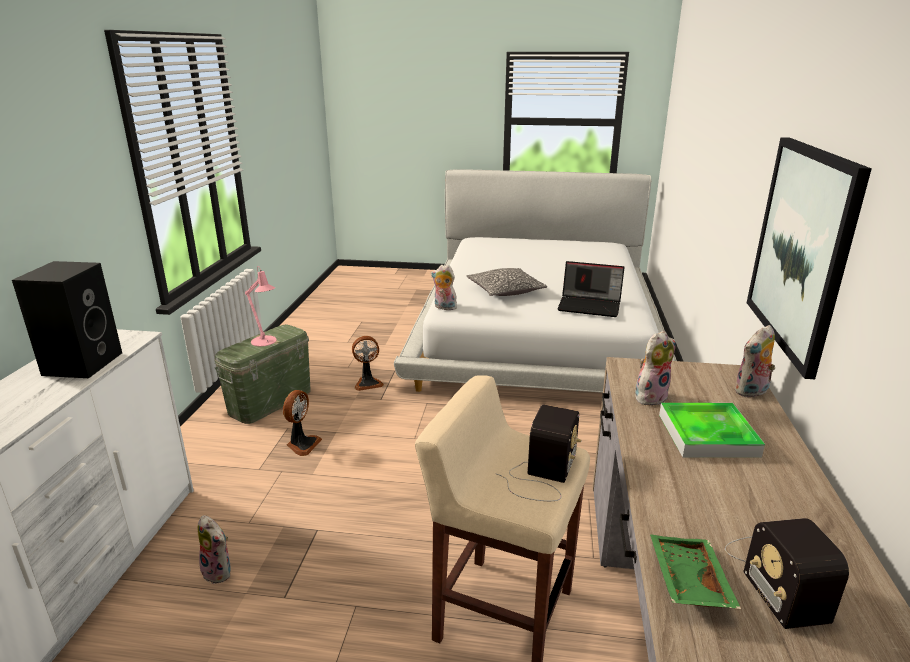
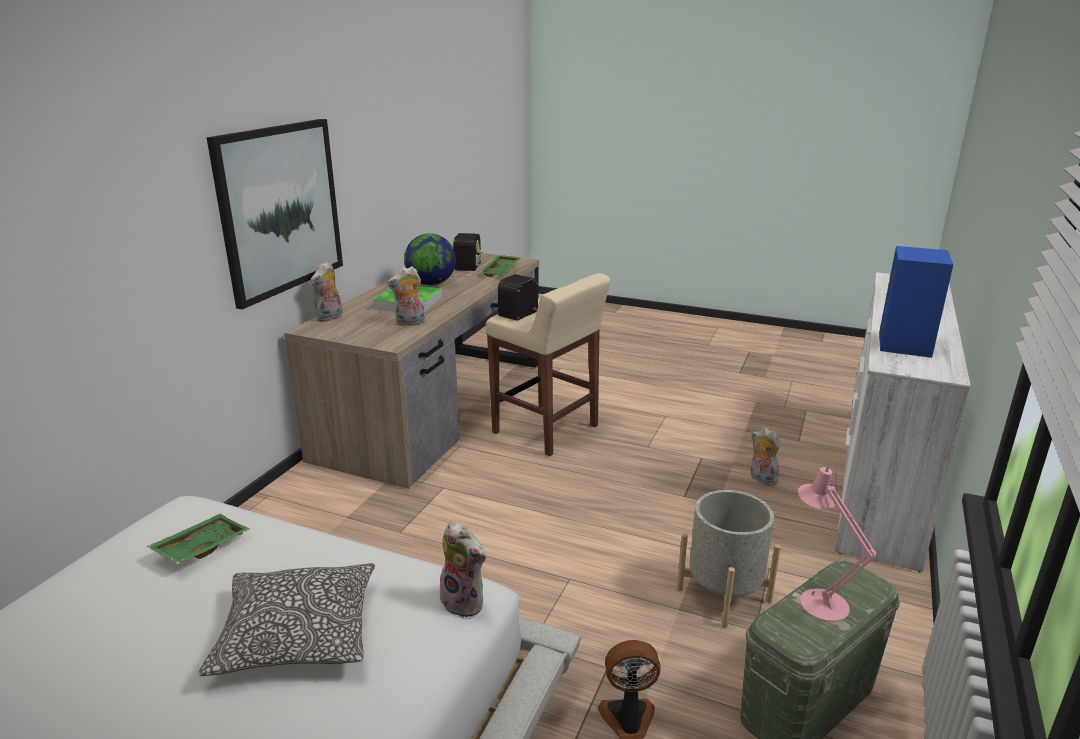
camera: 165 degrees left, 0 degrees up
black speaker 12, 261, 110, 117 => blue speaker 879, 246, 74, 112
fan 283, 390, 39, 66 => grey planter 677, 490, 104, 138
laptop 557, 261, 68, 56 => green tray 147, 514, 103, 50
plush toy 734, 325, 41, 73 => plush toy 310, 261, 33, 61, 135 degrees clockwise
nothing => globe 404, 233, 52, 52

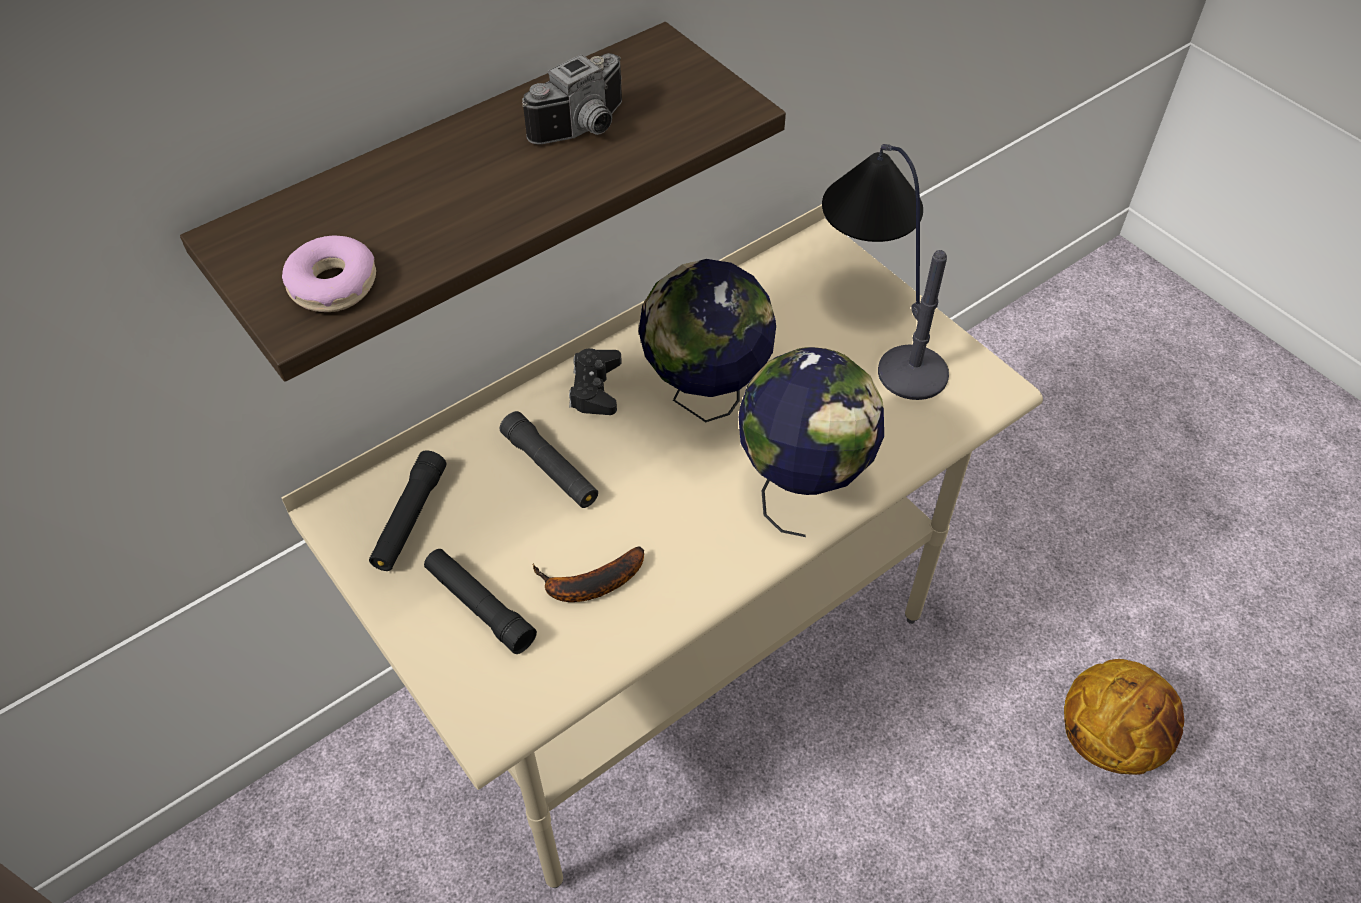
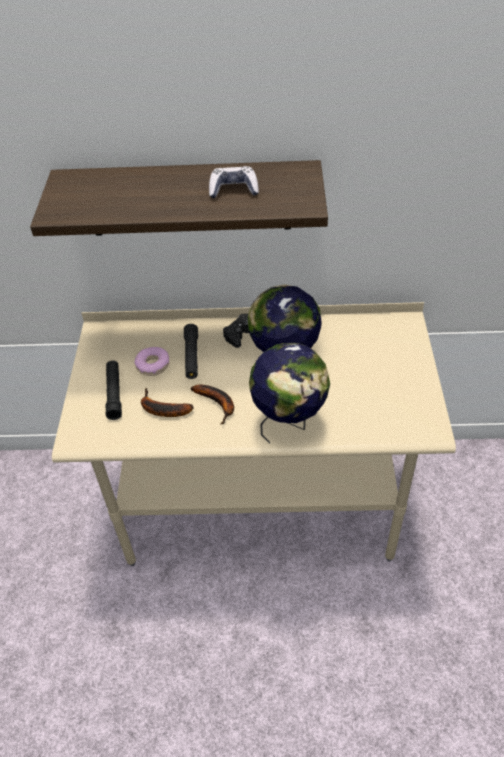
camera: 40 degrees right, 5 degrees down
donut 282, 235, 94, 77 => donut 135, 347, 34, 29, moved
black flashlight 369, 450, 77, 121 => nothing
photo camera 522, 53, 100, 92 => game controller 209, 166, 50, 32
table lamp 822, 144, 127, 256 => nothing
basketball 1064, 659, 120, 116 => nothing
nothing => banana 191, 385, 43, 39

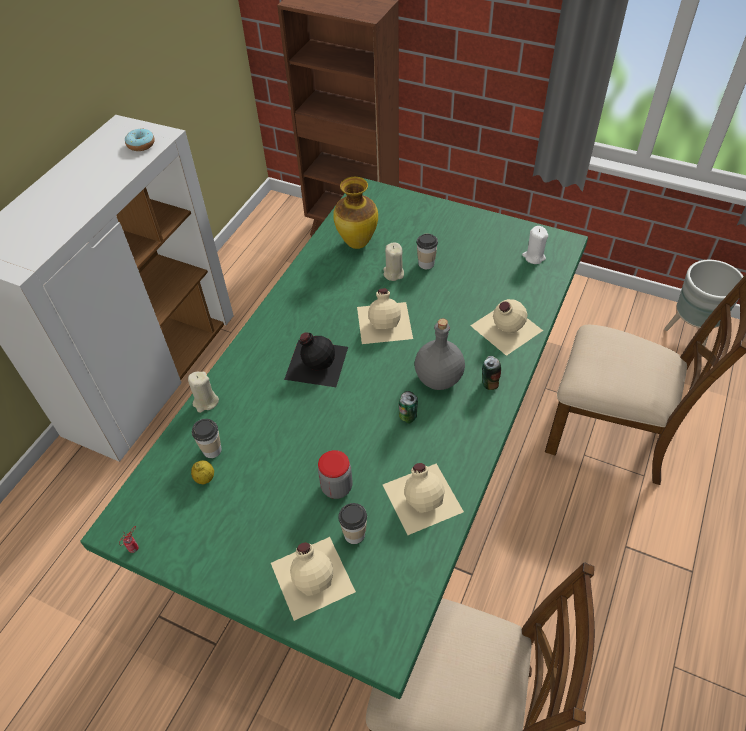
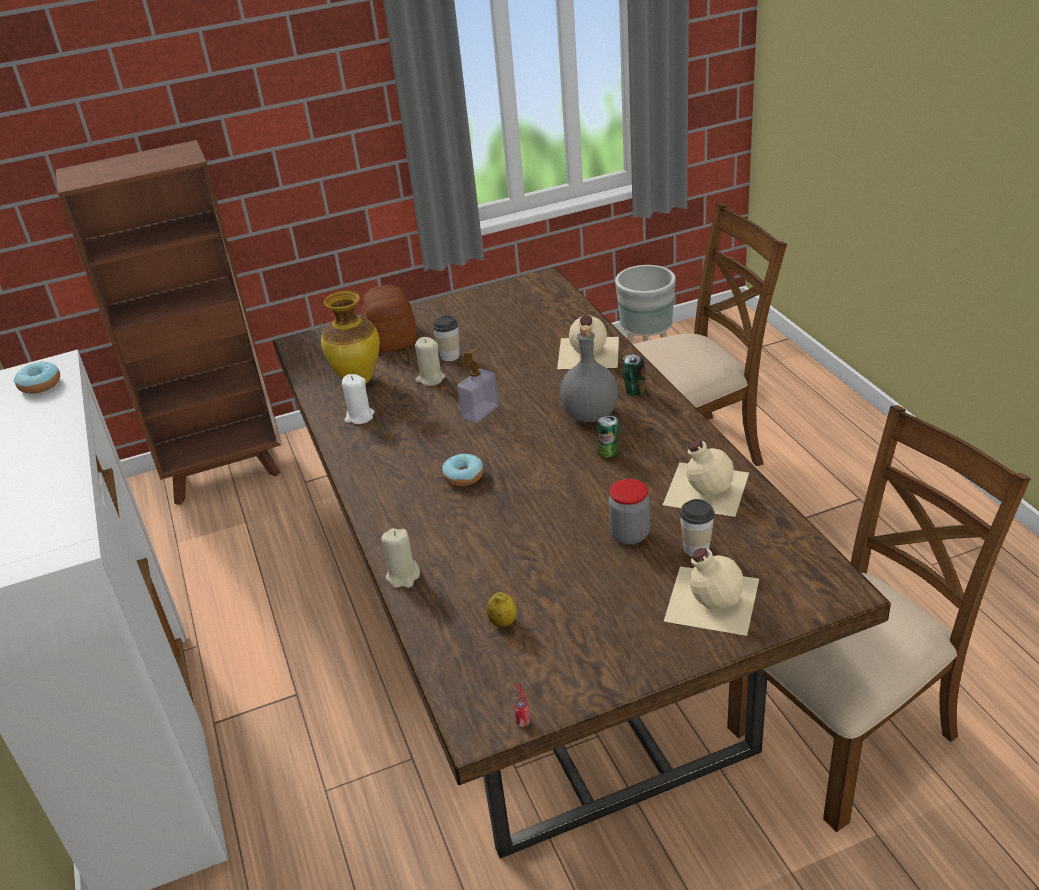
camera: 45 degrees left, 15 degrees down
green dining table 80, 178, 508, 521 => brown dining table 273, 267, 618, 591
cup 192, 419, 30, 39 => nothing
black bottle 284, 332, 64, 55 => donut 442, 453, 42, 33
beige bottle 357, 288, 56, 56 => soap dispenser 457, 349, 42, 74
white candle 522, 226, 26, 38 => white candle 342, 374, 32, 50, moved
nothing => bread 361, 285, 56, 68

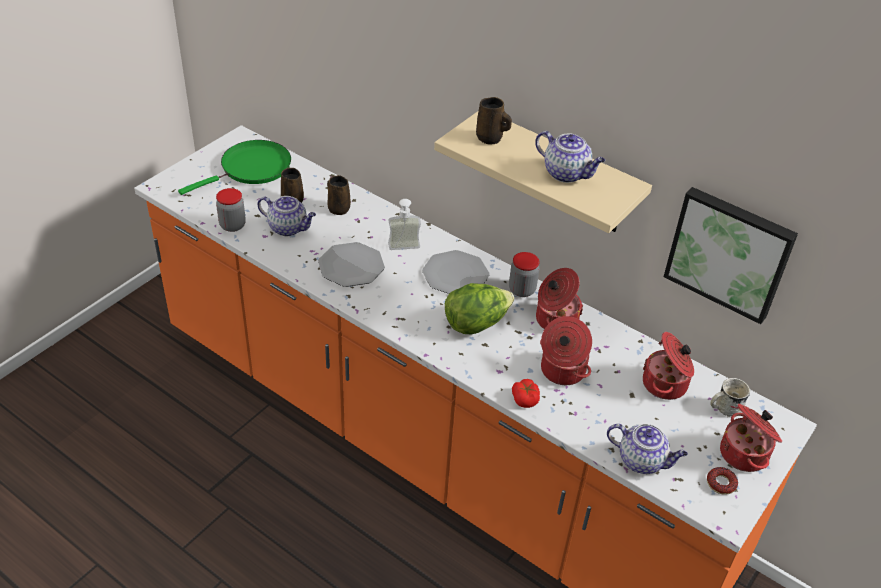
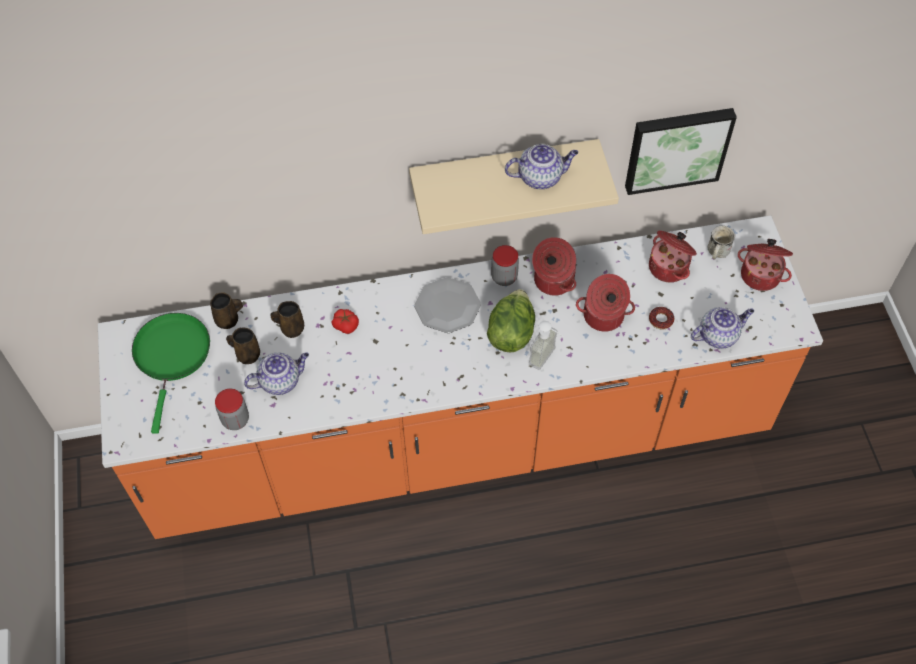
camera: 45 degrees left, 15 degrees up
plate 318, 242, 67, 45 => nothing
soap dispenser 388, 199, 33, 51 => soap dispenser 529, 321, 35, 49, moved
brown mug 476, 97, 36, 48 => brown mug 210, 292, 33, 37, moved
tomato 512, 379, 28, 29 => tomato 331, 309, 28, 25, moved
donut 707, 467, 31, 28 => donut 649, 307, 25, 22, moved

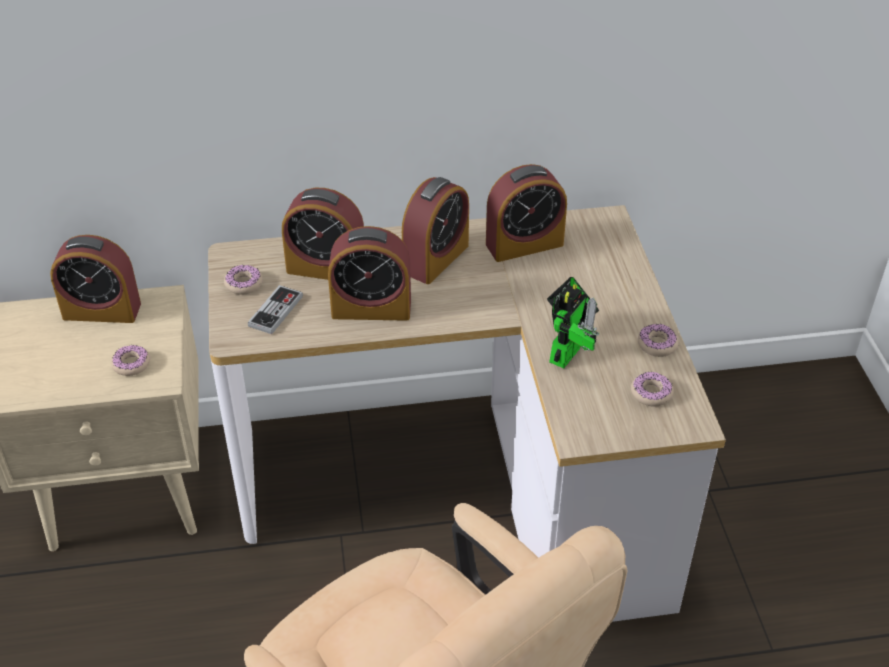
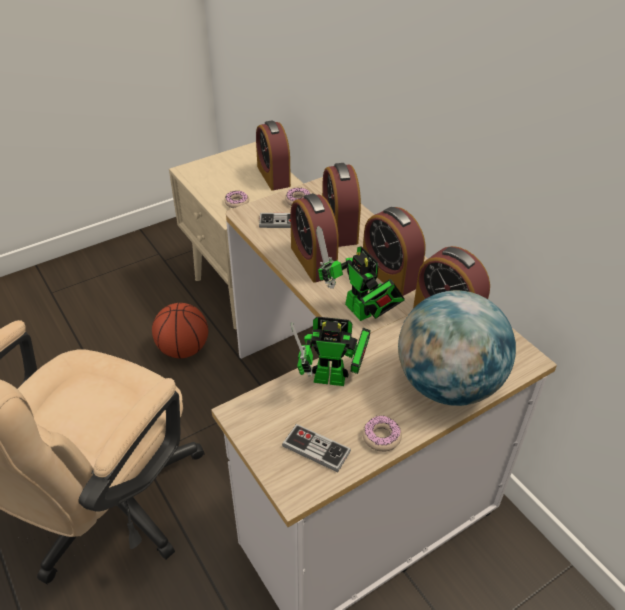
camera: 65 degrees right, 0 degrees up
alarm clock 402, 177, 67, 107 => alarm clock 363, 207, 63, 89, 45 degrees clockwise
donut 631, 371, 43, 35 => game controller 282, 424, 69, 48
nothing => basketball 152, 303, 56, 56
nothing => toy robot 316, 226, 89, 95
nothing => globe 398, 290, 118, 116

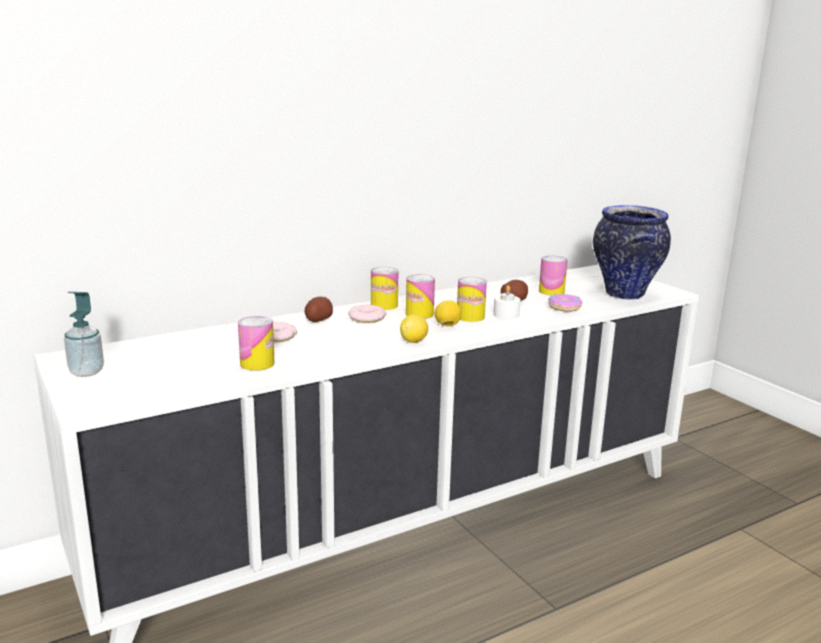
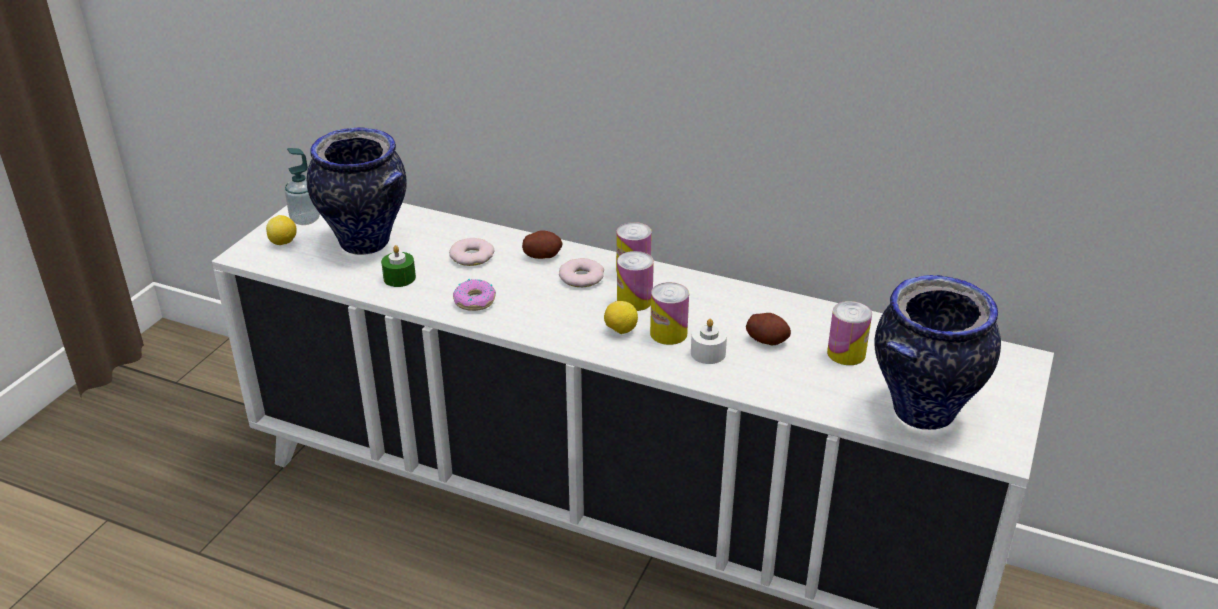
camera: 55 degrees right, 15 degrees up
can 238, 316, 37, 55 => green candle 381, 245, 35, 42
lemon 400, 314, 28, 29 => lemon 266, 215, 31, 30, moved
donut 548, 294, 35, 18 => donut 453, 279, 43, 32, moved
nothing => vase 307, 128, 100, 127

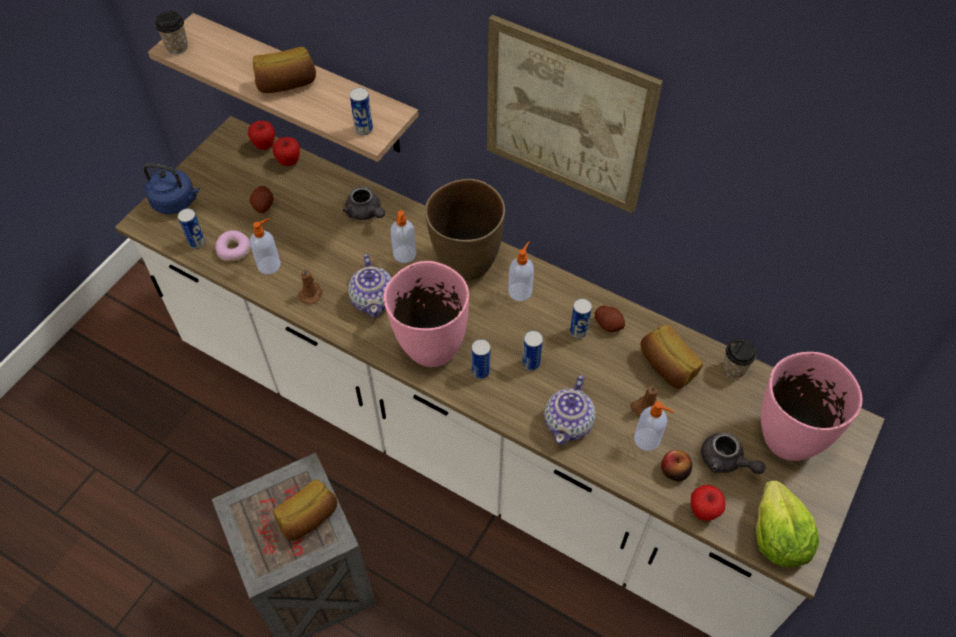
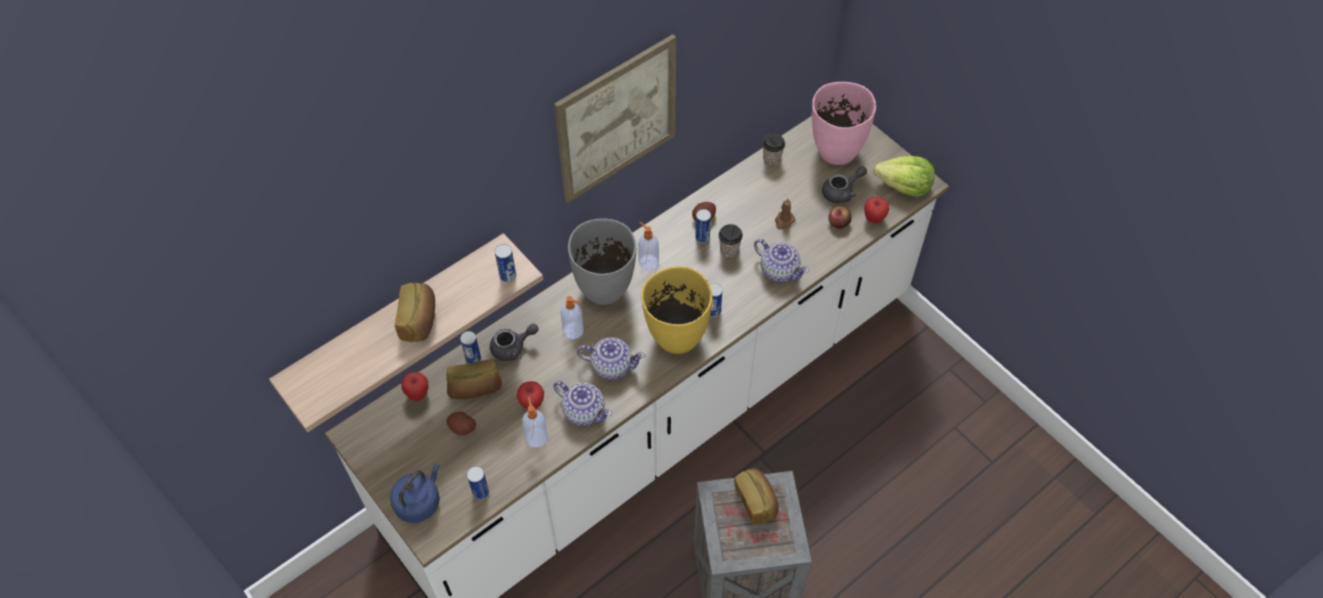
camera: 70 degrees left, 0 degrees up
cup 155, 11, 33, 43 => cup 718, 224, 25, 33, moved
donut 215, 230, 36, 31 => nothing
apple 248, 121, 27, 29 => apple 517, 381, 27, 28, moved
brown candle 298, 268, 25, 36 => teapot 553, 381, 59, 45
pink vase 384, 261, 85, 106 => yellow vase 641, 266, 72, 88
brown vase 425, 179, 80, 102 => grey vase 568, 218, 69, 87
can 522, 331, 21, 40 => can 460, 331, 21, 33, moved
soap dispenser 634, 401, 40, 50 => nothing
bread 640, 324, 63, 65 => bread 446, 359, 56, 40, moved

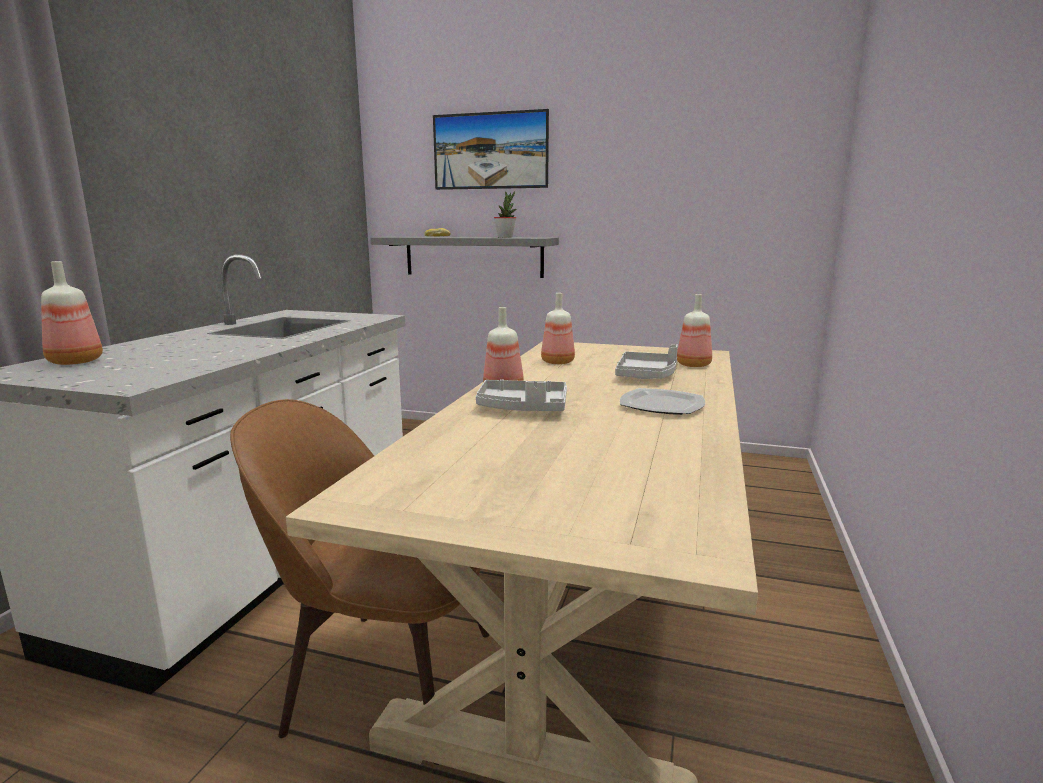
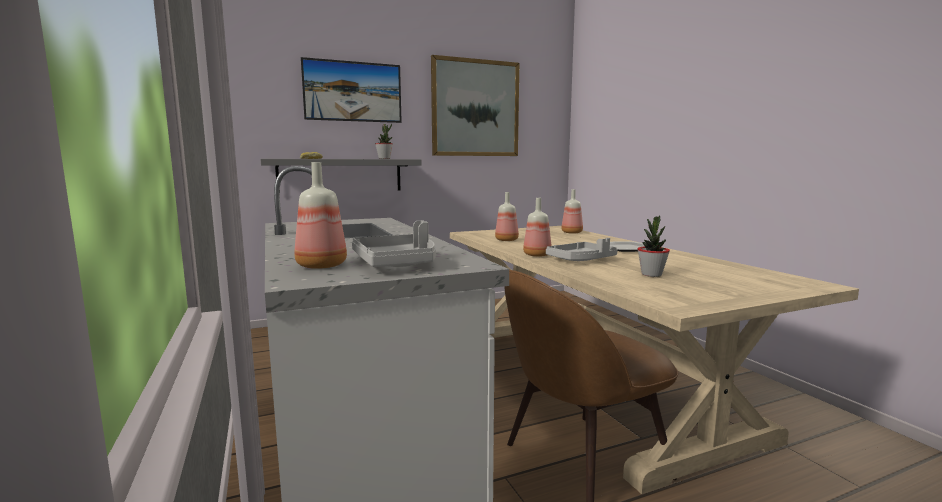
camera: 40 degrees left, 5 degrees down
grey tray 615, 344, 63, 35 => grey tray 352, 220, 84, 47, moved
nothing => picture 431, 55, 88, 101
nothing => potted plant 638, 215, 32, 62

